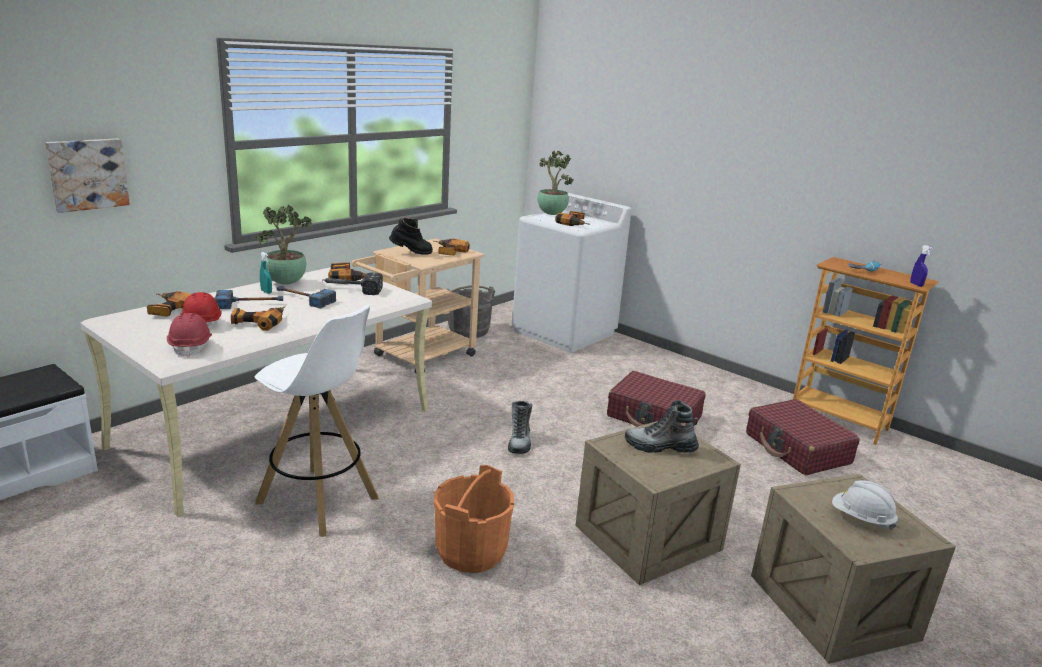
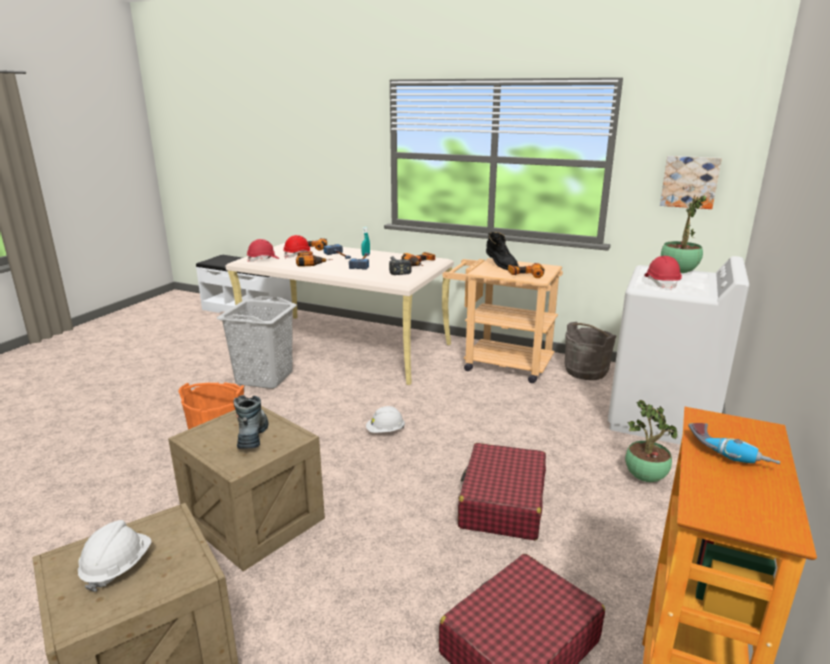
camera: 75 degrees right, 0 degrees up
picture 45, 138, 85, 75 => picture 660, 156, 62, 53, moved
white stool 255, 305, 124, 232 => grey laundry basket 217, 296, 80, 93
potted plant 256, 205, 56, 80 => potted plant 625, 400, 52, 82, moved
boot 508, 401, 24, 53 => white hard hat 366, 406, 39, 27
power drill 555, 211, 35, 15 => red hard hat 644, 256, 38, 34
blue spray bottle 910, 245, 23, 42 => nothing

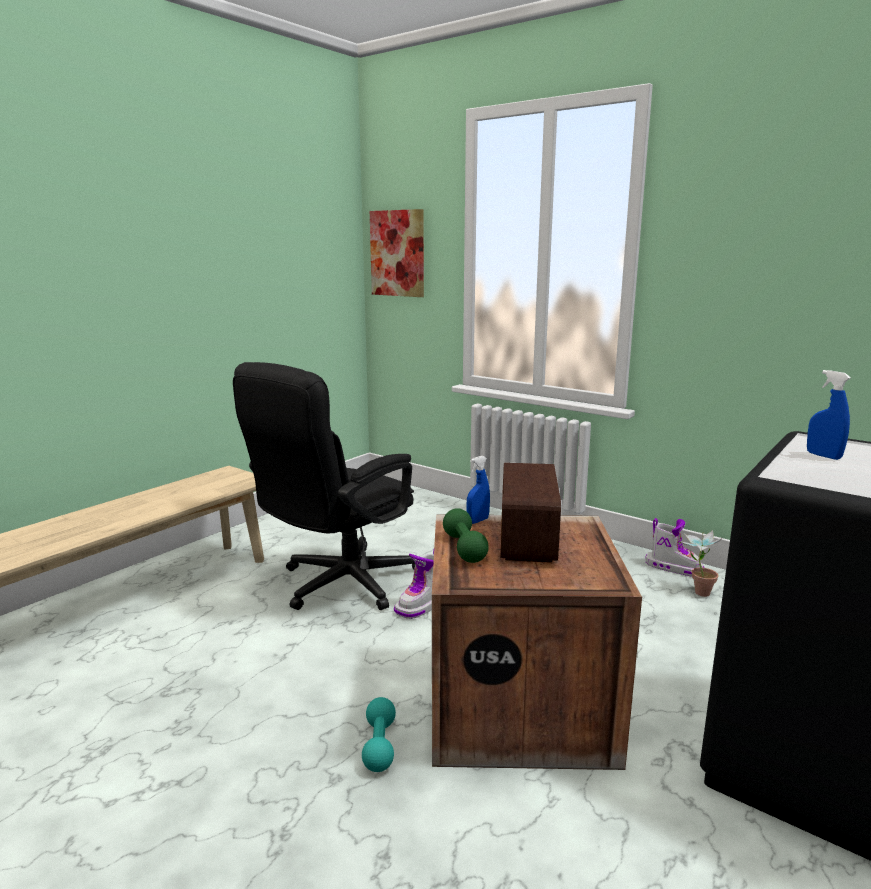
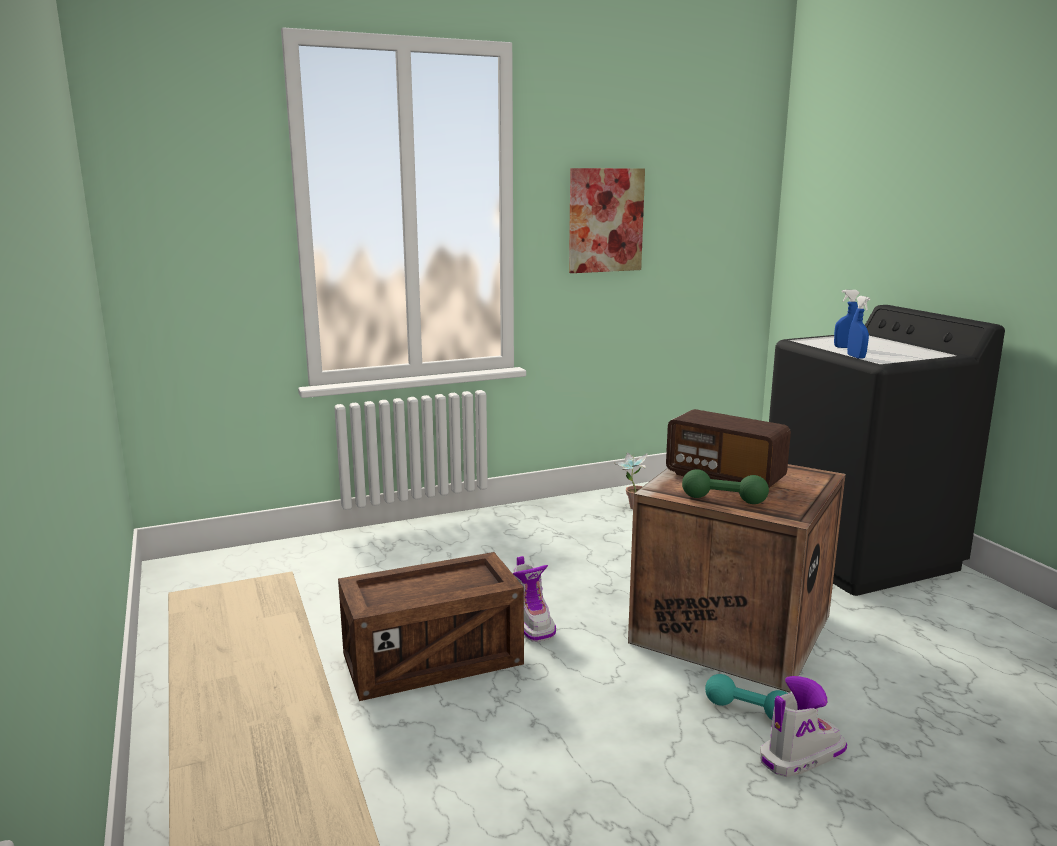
camera: 60 degrees left, 0 degrees up
black office chair 233, 362, 182, 248 => crate 338, 552, 186, 149
picture 370, 209, 54, 88 => picture 569, 168, 76, 105, moved
blue spray bottle 466, 456, 24, 68 => blue spray bottle 847, 296, 23, 63, moved
boot 645, 518, 59, 59 => boot 760, 676, 87, 101, moved

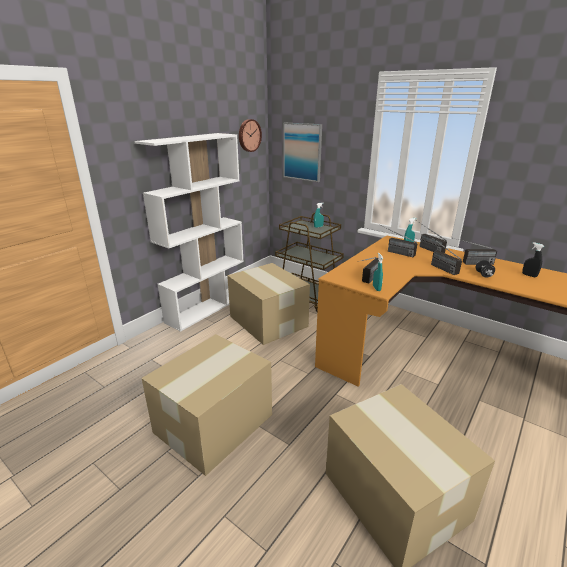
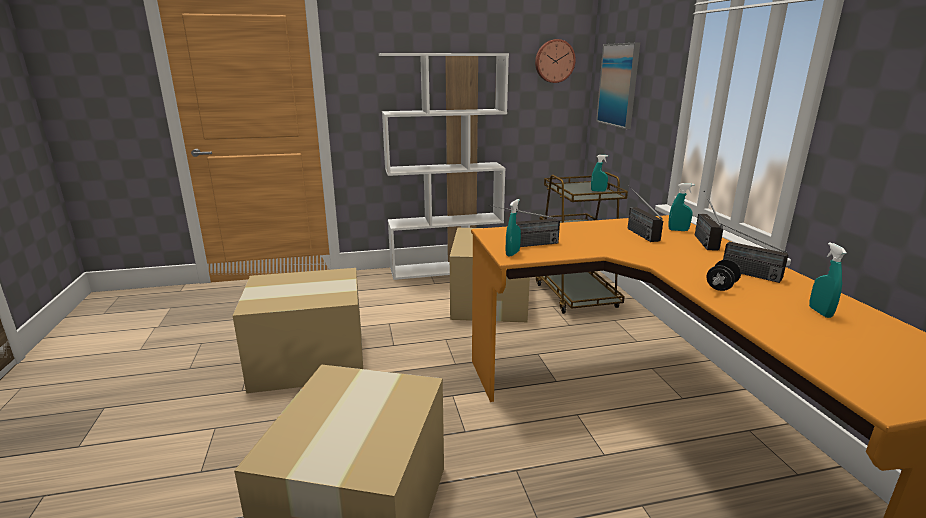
camera: 40 degrees right, 5 degrees down
radio 431, 237, 31, 38 => nothing
black spray bottle 522, 242, 22, 35 => turquoise spray bottle 809, 242, 38, 76

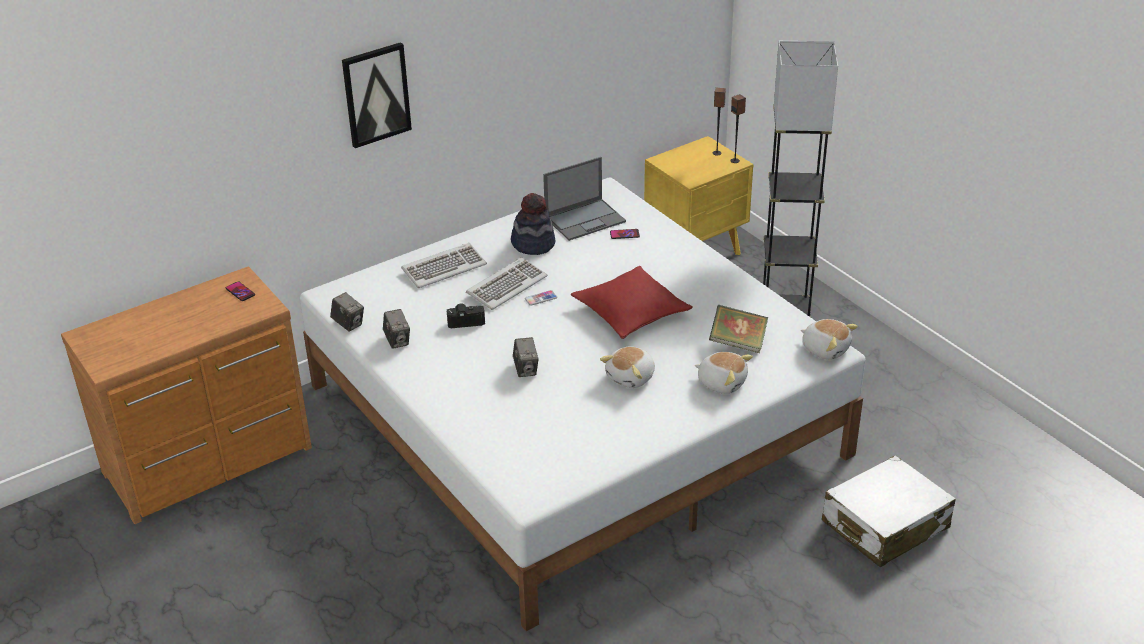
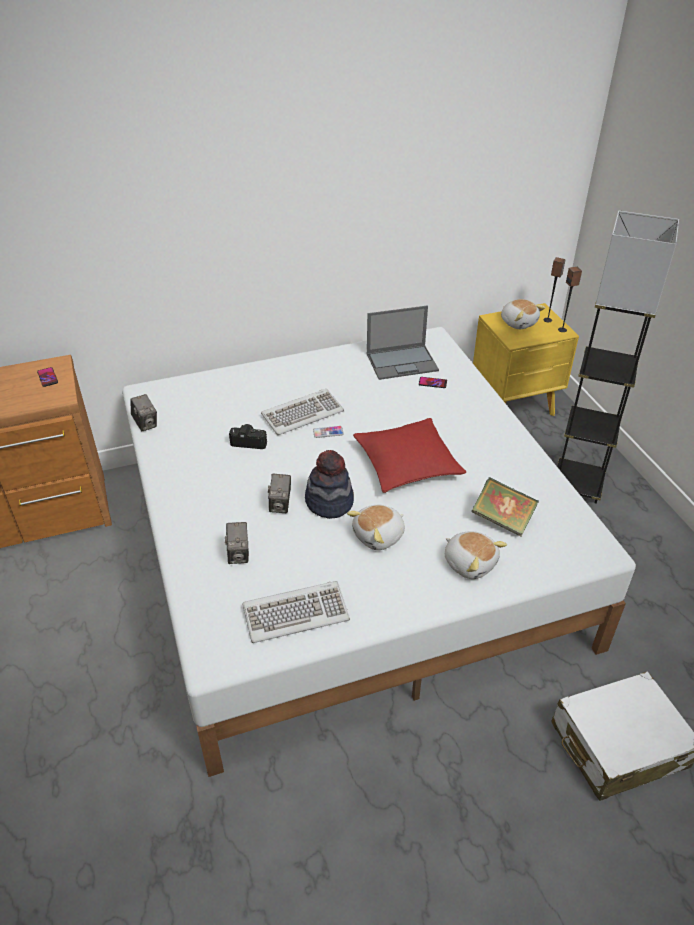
camera: 15 degrees right, 5 degrees up
picture 342, 42, 70, 106 => nothing
photo camera 383, 309, 27, 40 => photo camera 225, 522, 24, 42, moved
keyboard 401, 243, 86, 45 => keyboard 242, 581, 108, 62, moved
hat 511, 193, 44, 62 => hat 305, 450, 49, 69, moved
plush toy 801, 319, 57, 41 => plush toy 501, 299, 45, 30, moved

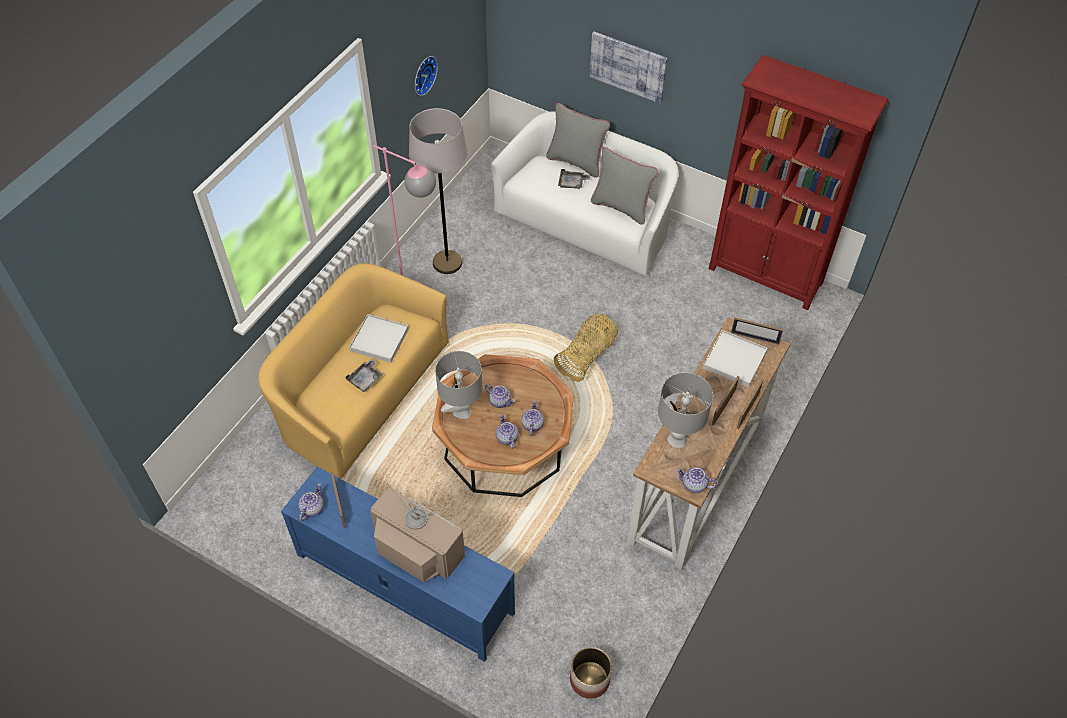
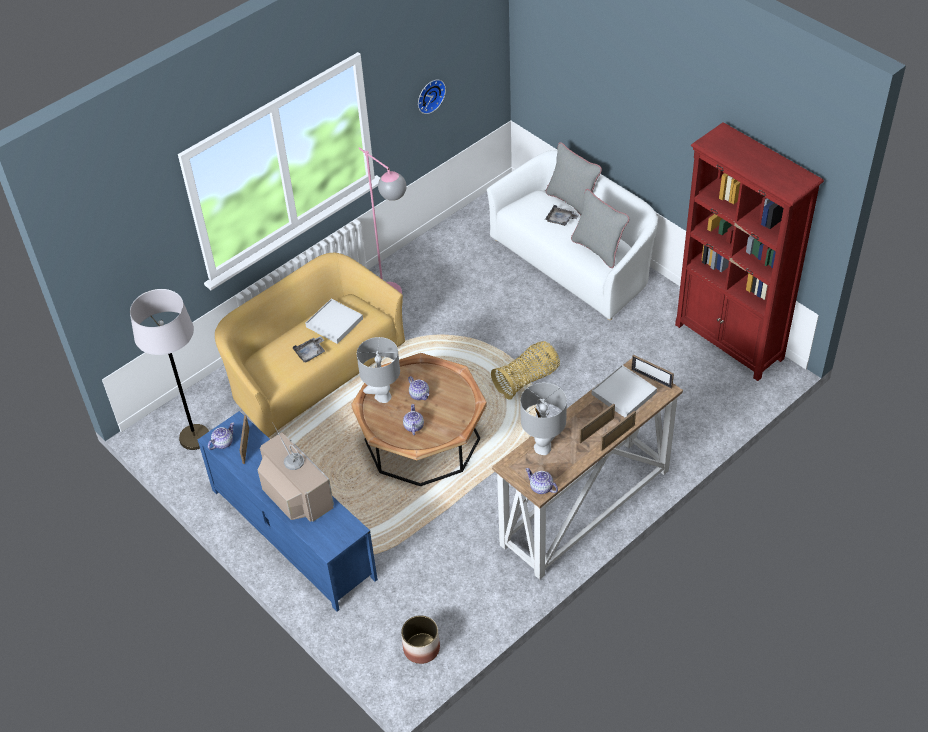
camera: 20 degrees right, 5 degrees down
grey floor lamp 409, 108, 58, 166 => grey floor lamp 130, 289, 79, 161, moved
teapot 521, 401, 23, 35 => nothing
picture 590, 32, 78, 71 => nothing

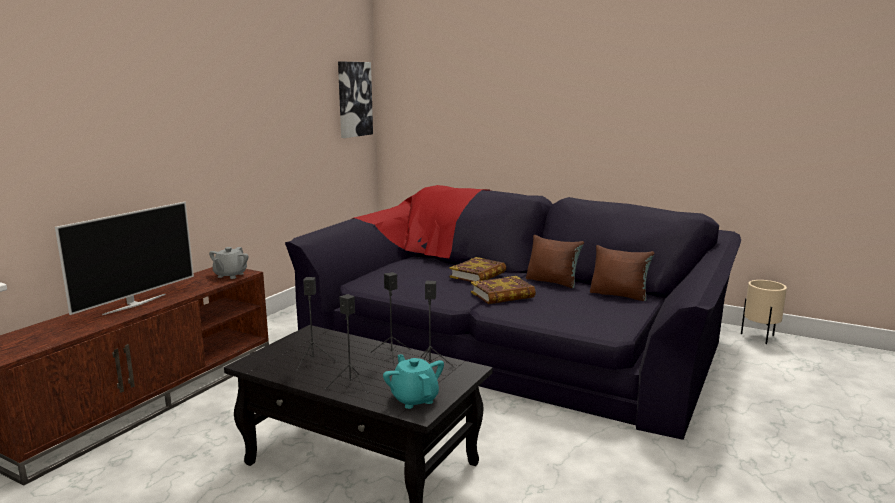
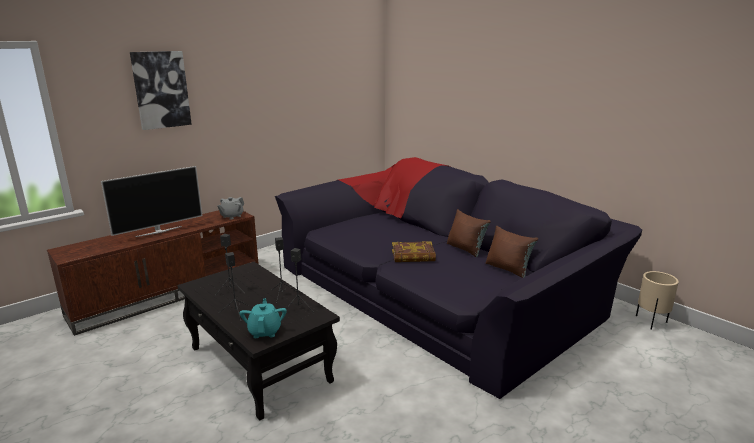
camera: 20 degrees right, 5 degrees up
picture 338, 62, 35, 76 => picture 130, 51, 62, 79, moved
book 449, 257, 57, 25 => nothing

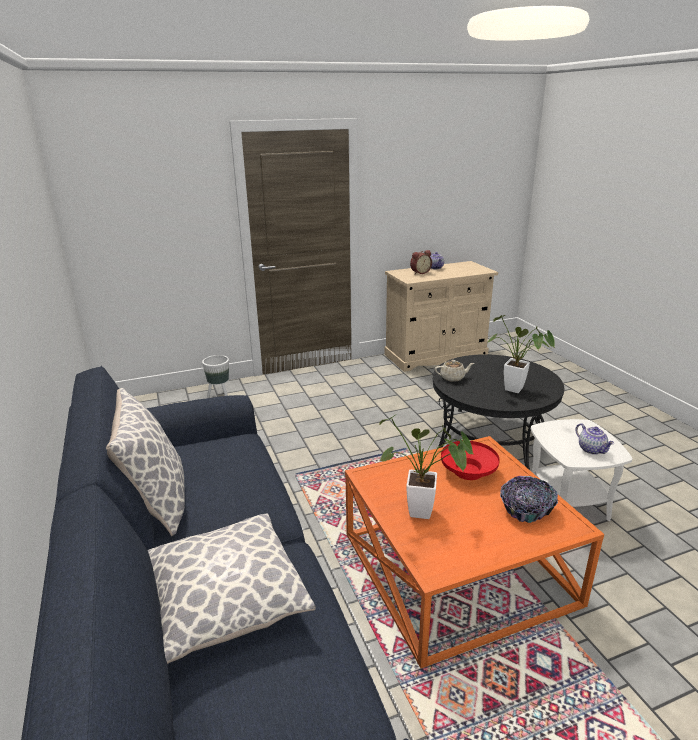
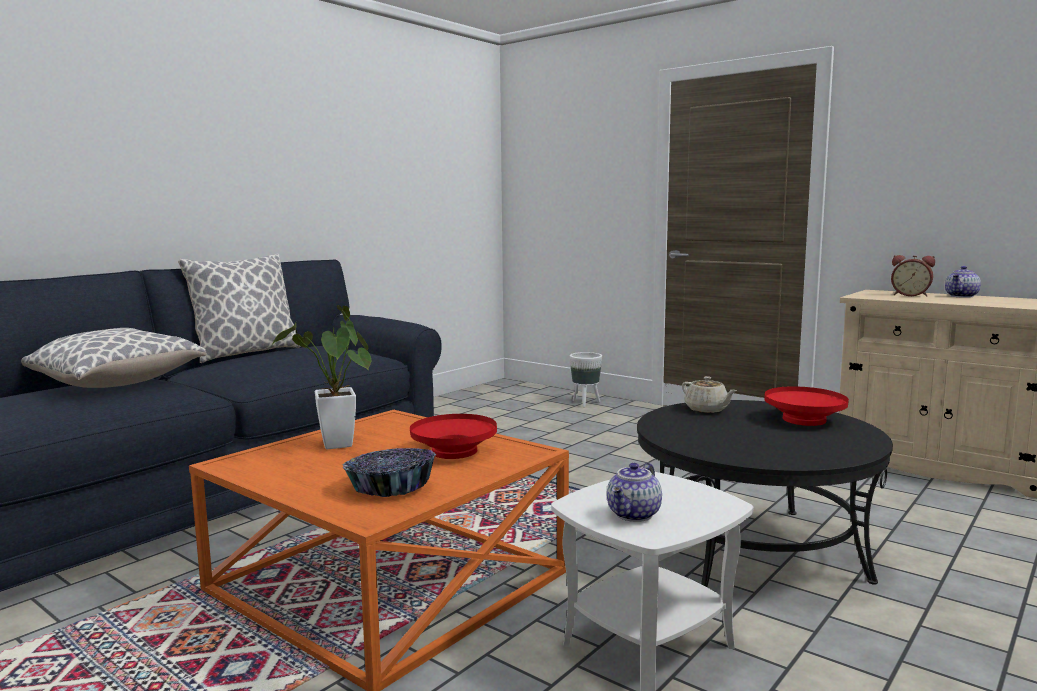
camera: 60 degrees right, 15 degrees down
potted plant 487, 315, 68, 78 => nothing
nothing => red bowl 764, 386, 85, 40

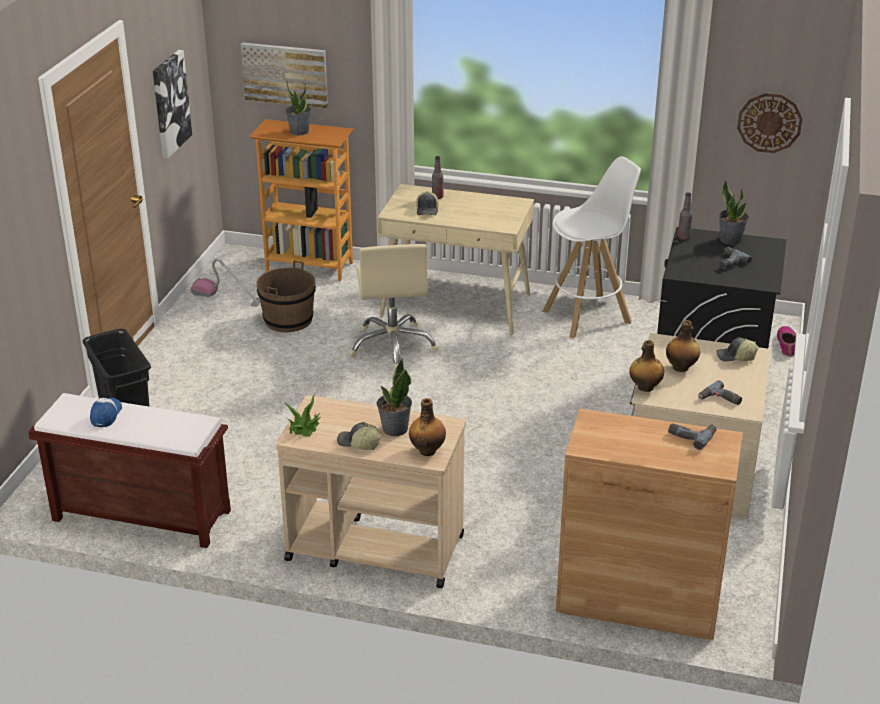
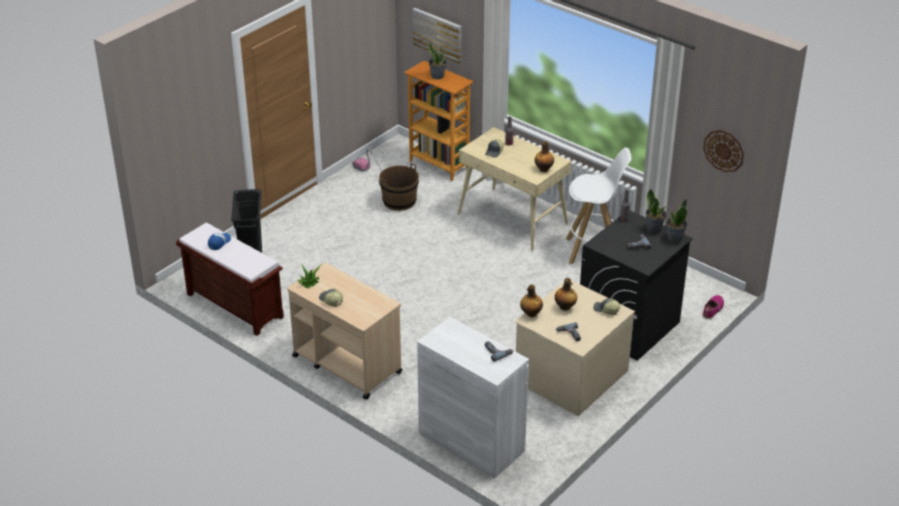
camera: 25 degrees right, 5 degrees up
picture 153, 50, 39, 109 => nothing
beige office chair 349, 244, 90, 125 => nothing
potted plant 377, 359, 35, 77 => potted plant 666, 199, 21, 44, moved
bottle 409, 398, 37, 58 => bottle 535, 141, 19, 31, moved
brown cabinet 556, 408, 187, 232 => white cabinet 417, 317, 112, 162

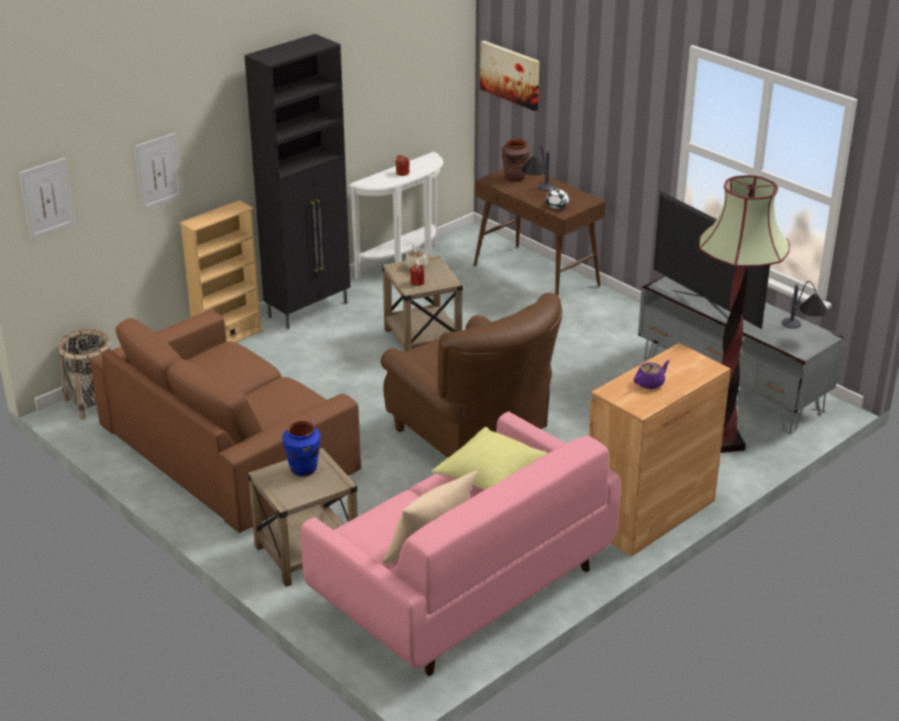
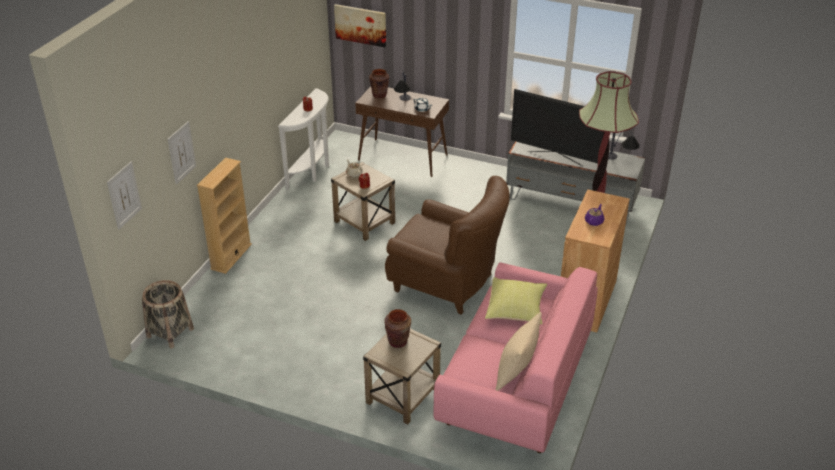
camera: 25 degrees left, 5 degrees up
brown sofa 90, 310, 271, 223 => nothing
black cabinet 244, 34, 106, 295 => nothing
blue vase 282, 420, 39, 57 => brown vase 385, 309, 26, 39

